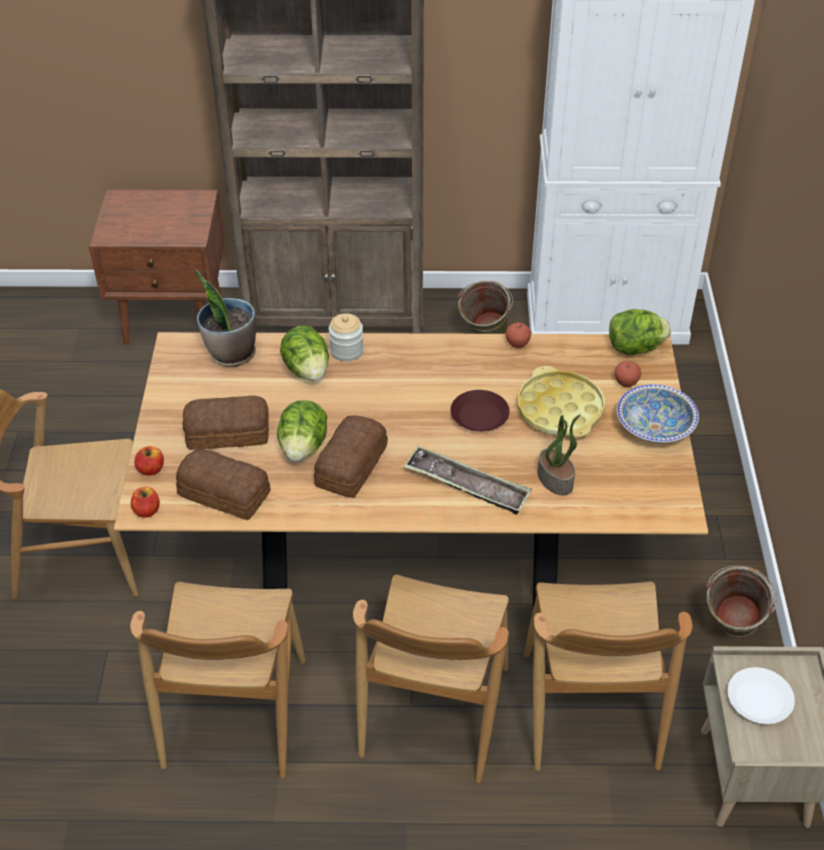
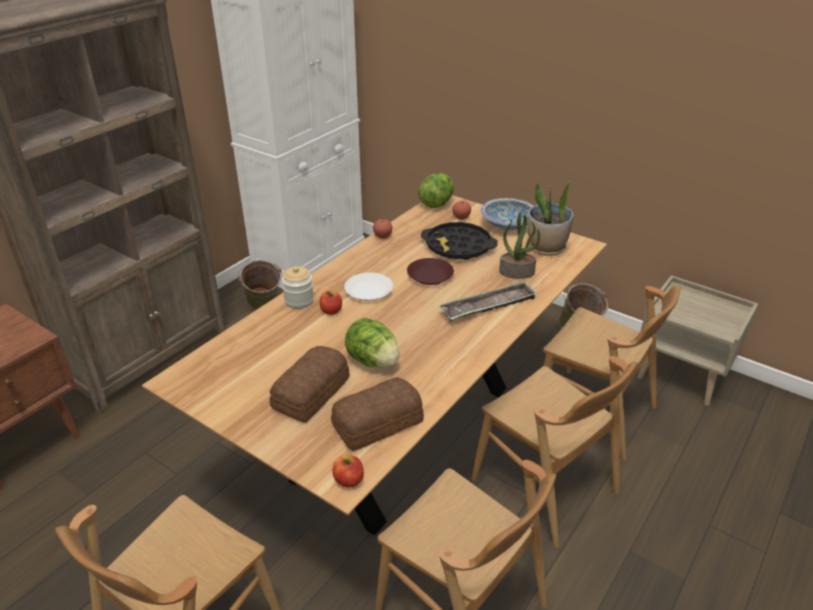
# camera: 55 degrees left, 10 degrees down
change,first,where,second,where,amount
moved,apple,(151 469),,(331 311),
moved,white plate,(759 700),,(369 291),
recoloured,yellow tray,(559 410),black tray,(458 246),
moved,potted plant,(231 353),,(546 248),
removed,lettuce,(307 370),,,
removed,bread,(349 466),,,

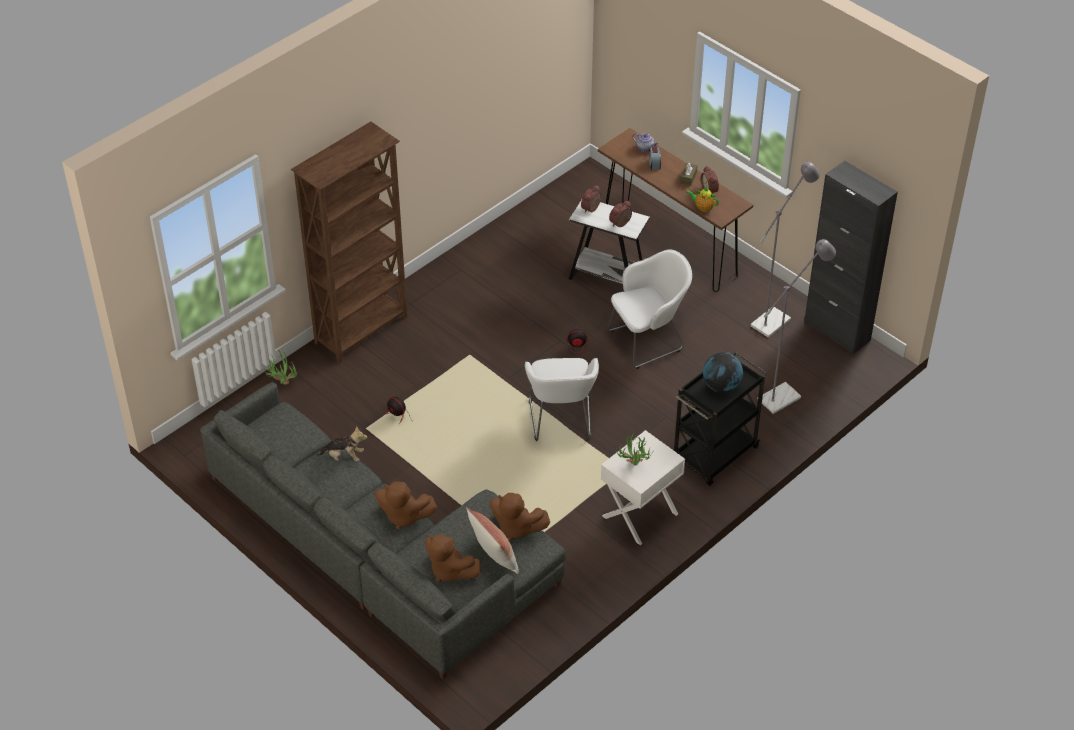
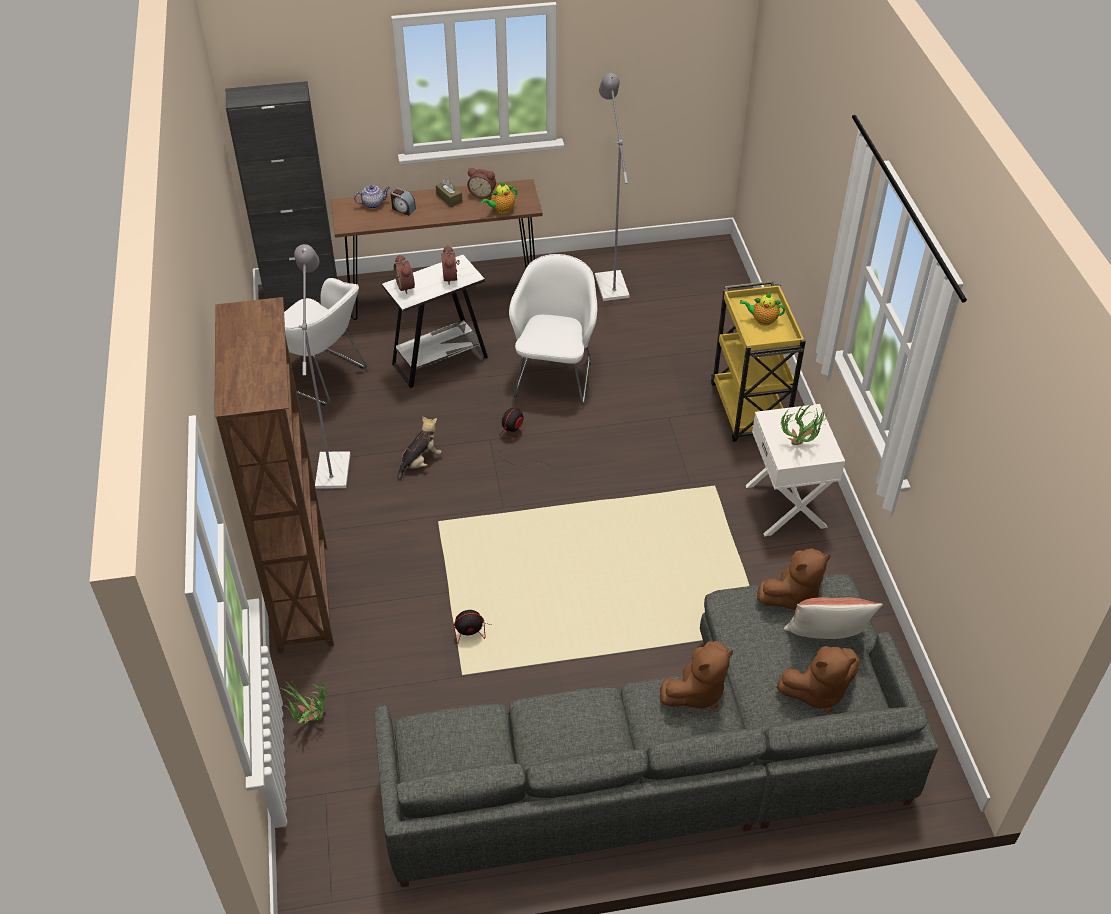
# camera: 55 degrees left, 0 degrees up
change,first,where,second,where,amount
moved,black cabinet,(837 331),,(302 293),
moved,white armchair,(561 422),,(324 377),
moved,grey floor lamp,(785 395),,(333 463),
moved,plush toy,(344 456),,(420 462),
recoloured,black cart,(714 455),yellow cart,(749 411),
replaced,globe,(721 386),teapot,(762 320),

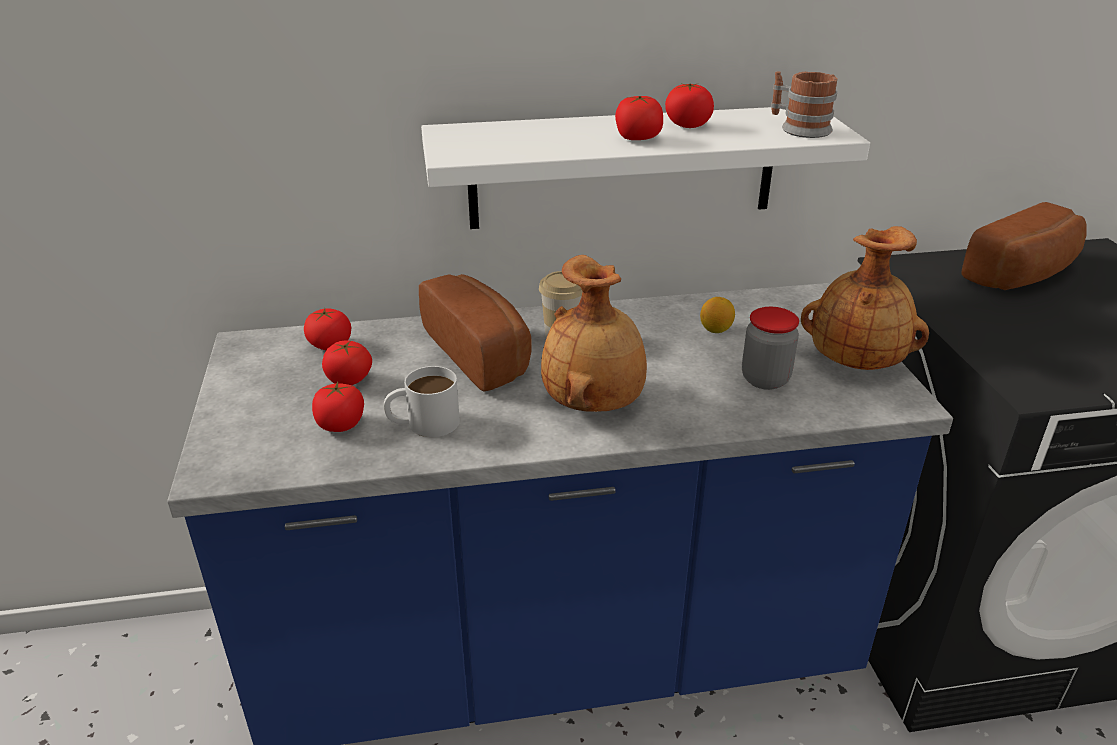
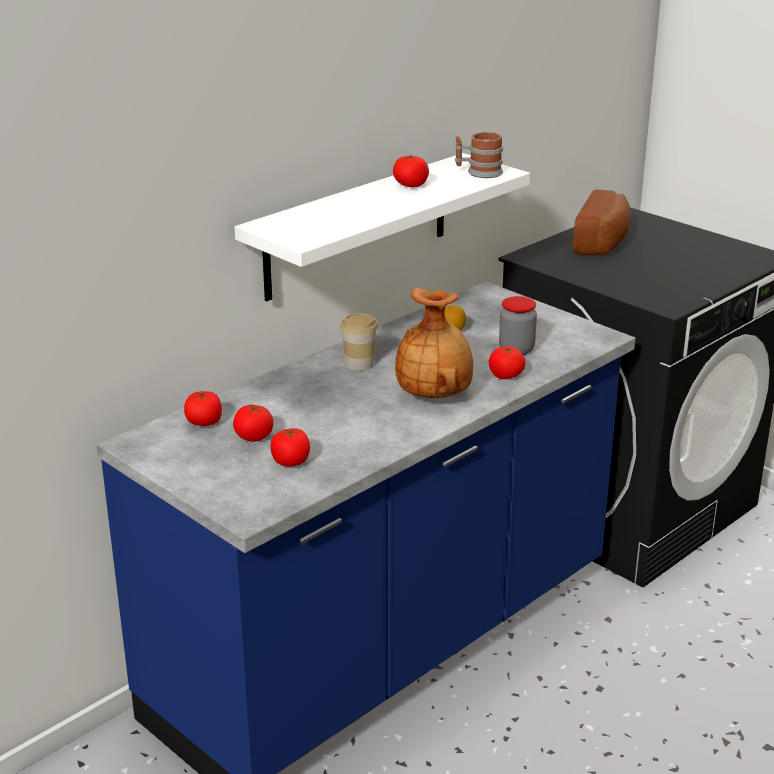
# camera: 35 degrees left, 5 degrees down
change,first,where,second,where,amount
moved,tomato,(637 138),,(505 376),
removed,white mug,(423 423),,,
removed,bread,(482 352),,,
removed,brown vase,(855 362),,,

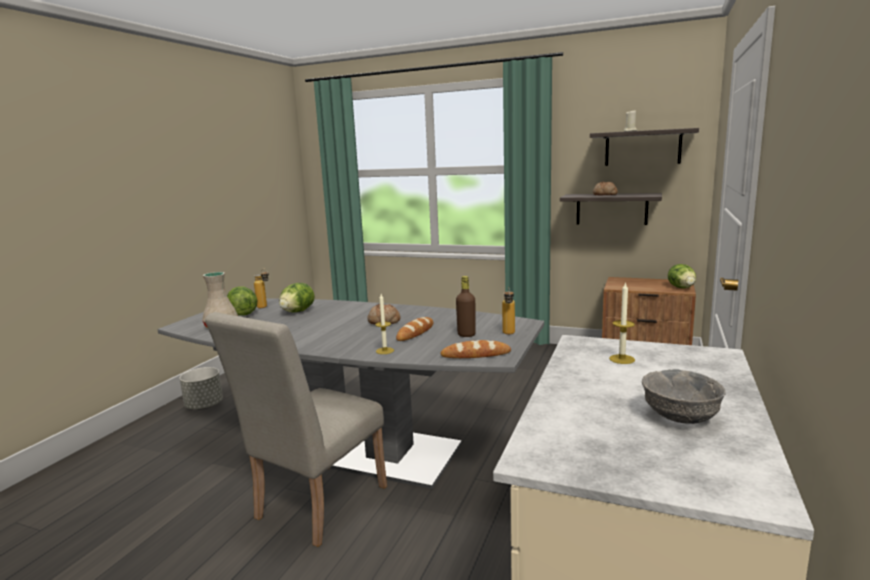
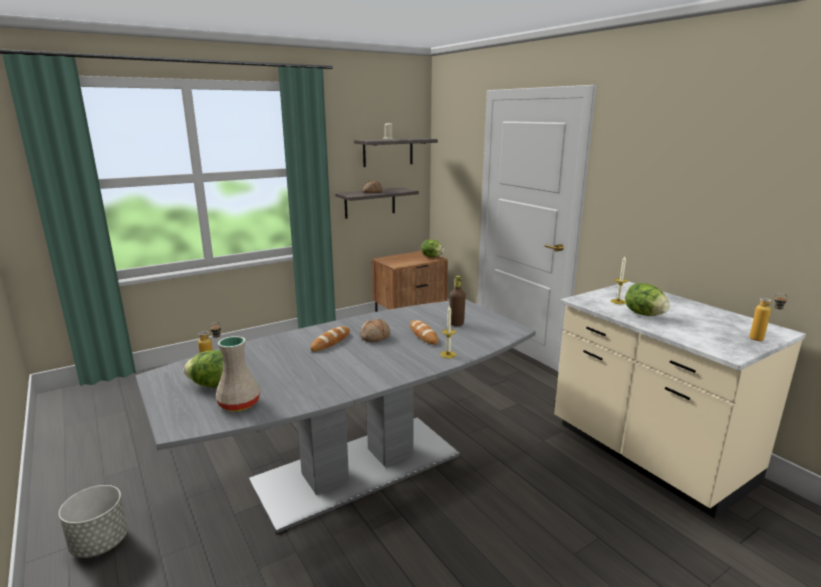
# camera: 55 degrees left, 5 degrees up
change,first,where,second,where,amount
moved,bread,(475 354),,(331 341),
moved,lettuce,(297 311),,(644 314),
moved,bottle,(509 334),,(762 340),
removed,beige chair,(314 507),,,
removed,grey bowl,(679 416),,,

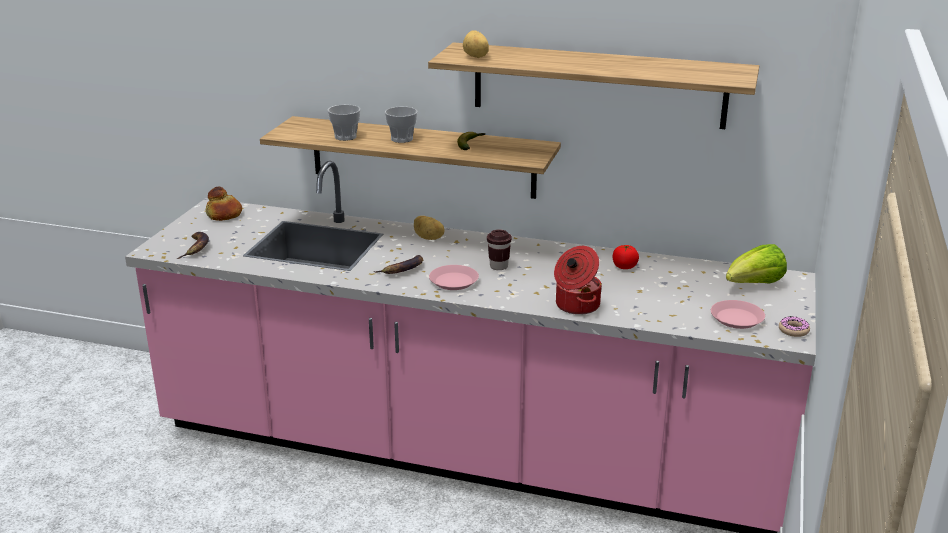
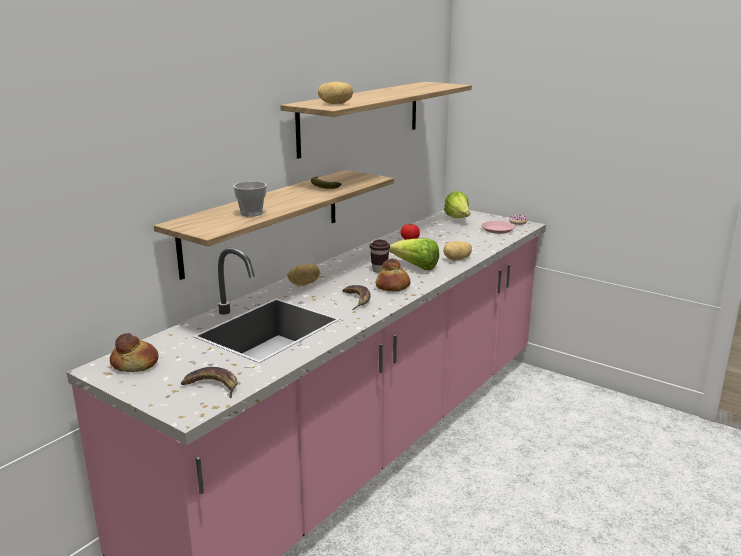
# camera: 70 degrees left, 5 degrees down
change,first,where,second,where,amount
replaced,pink plate,(454 281),bread,(393 286),
added,,,lettuce,(416 267),
replaced,cooking pot,(576 305),potato,(457 259),
removed,cup,(401 139),,,

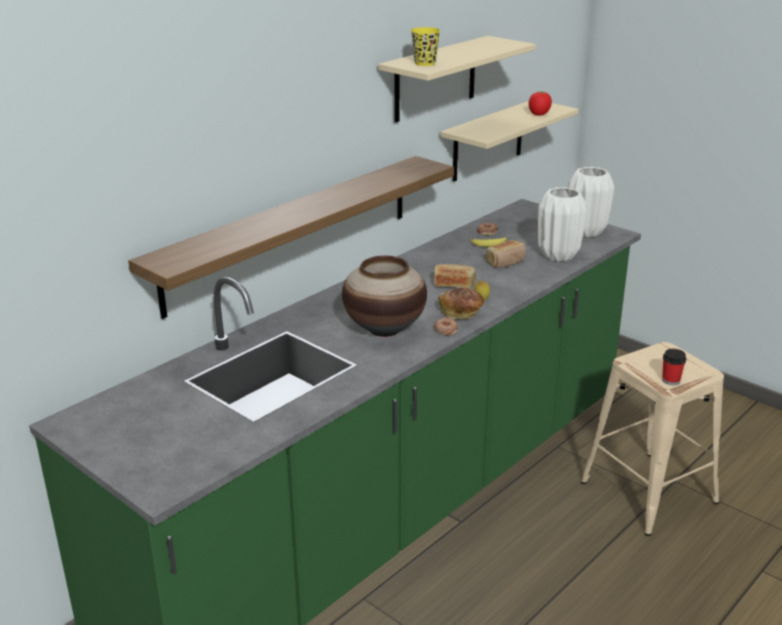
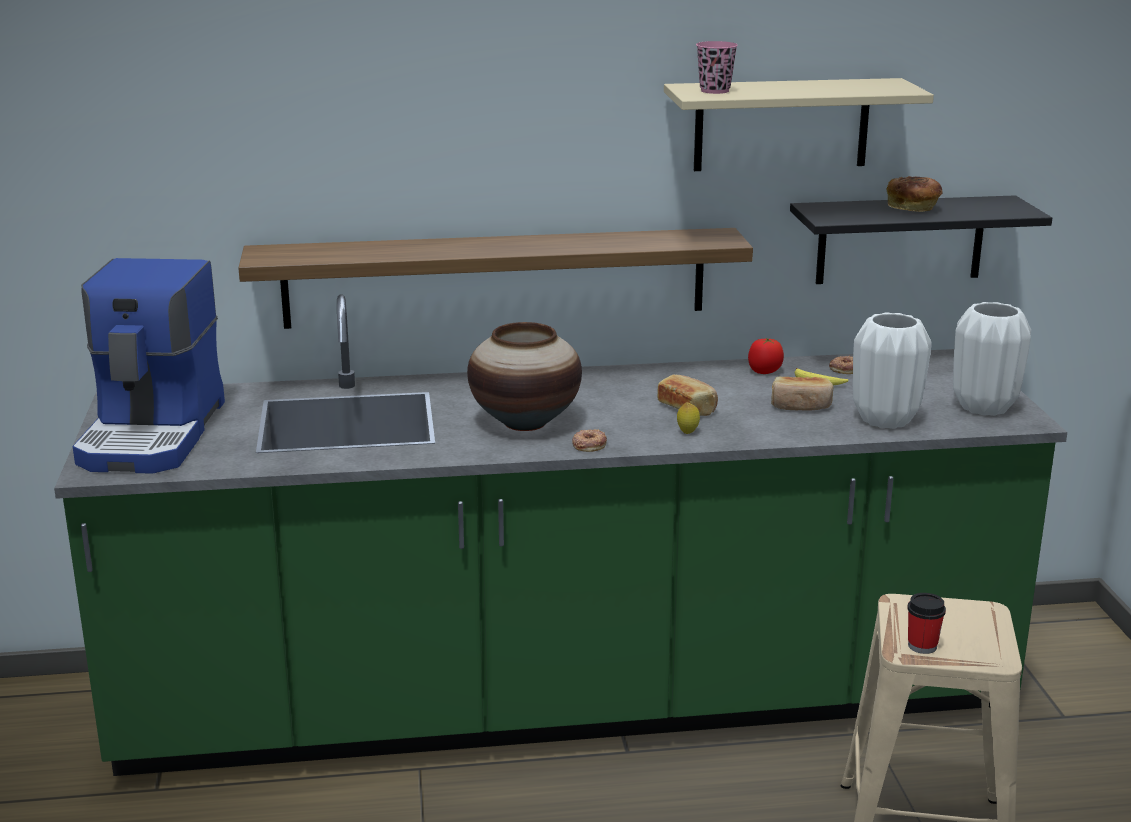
# camera: 40 degrees right, 5 degrees down
change,first,where,second,where,amount
added,,,coffee machine,(155 434),
recoloured,yellow cup,(425 63),pink cup,(715 91),
moved,tomato,(539 114),,(764 371),
recoloured,beige shelf,(488 141),black shelf,(900 240),
moved,bread,(461 313),,(913 208),

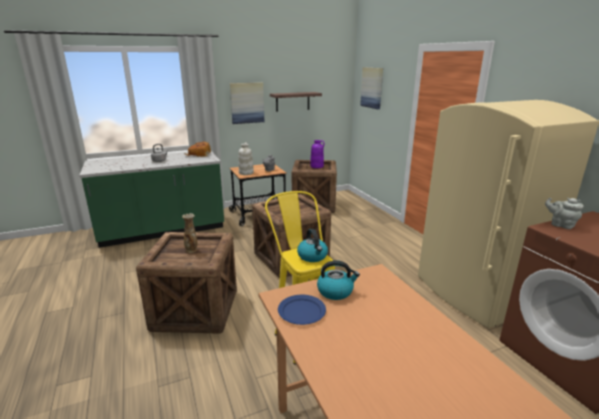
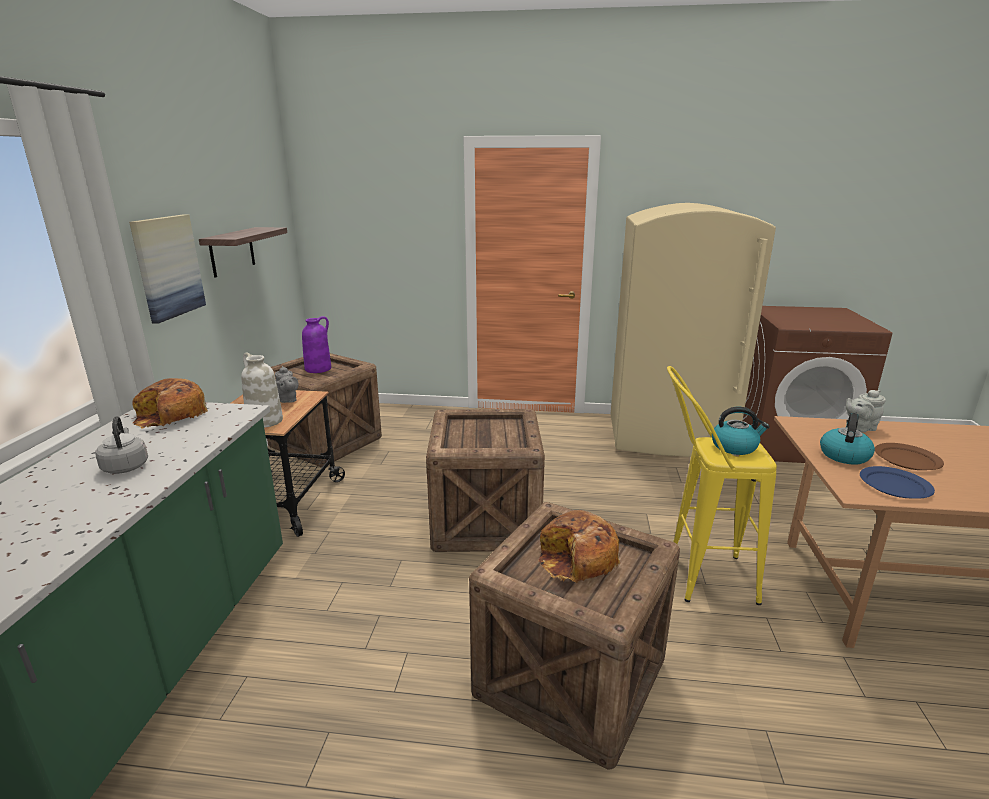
# camera: 60 degrees left, 0 degrees up
change,first,where,second,where,amount
replaced,vase,(191 250),bread,(577 559),
moved,grey teapot,(560 225),,(859 428),
added,,,brown plate,(907 459),
removed,picture,(372 87),,,

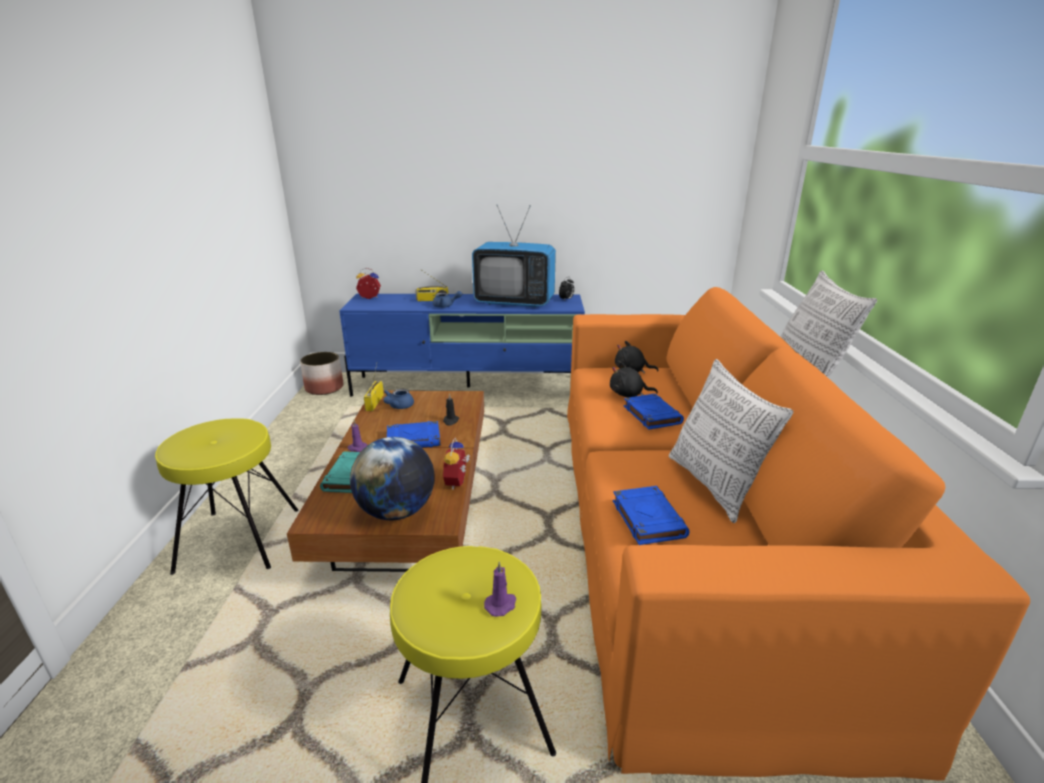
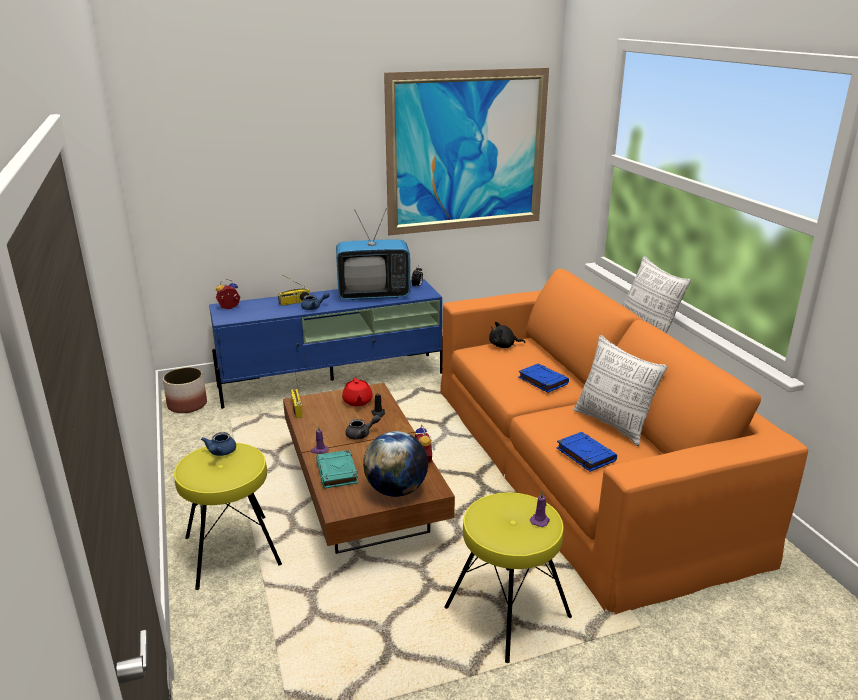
# camera: 20 degrees left, 0 degrees up
change,first,where,second,where,amount
moved,blue teapot,(398 407),,(220 453),
added,,,red teapot,(357 402),
replaced,blue book,(414 440),grey teapot,(361 434),
added,,,picture,(467 152),
removed,black plush toy,(628 394),,,

